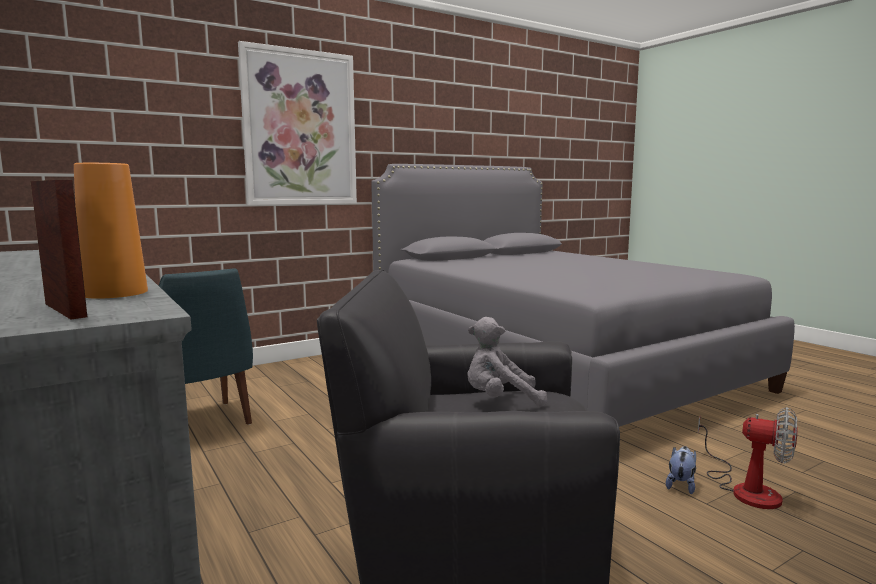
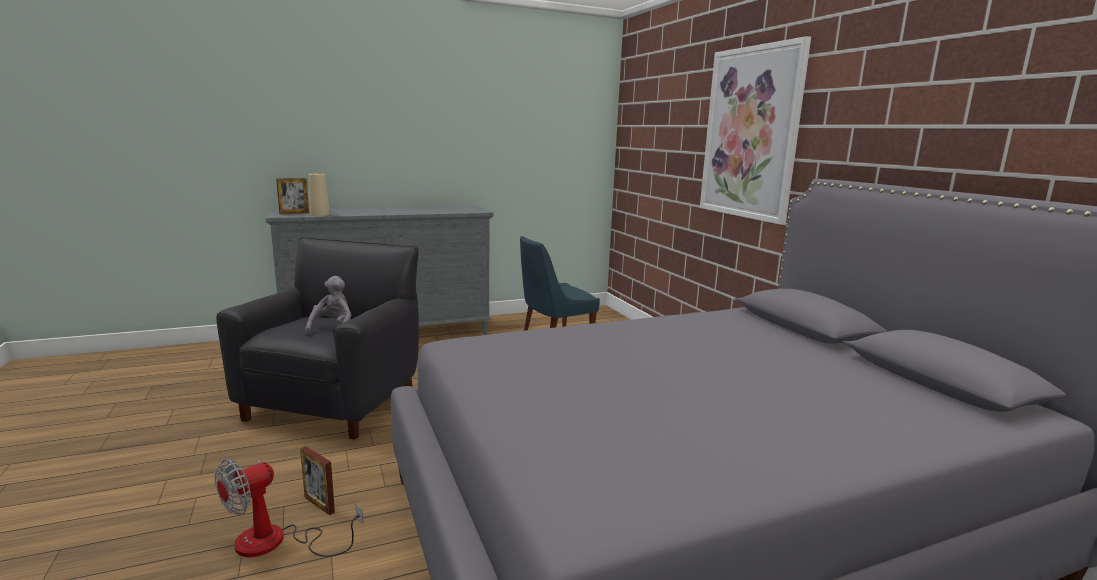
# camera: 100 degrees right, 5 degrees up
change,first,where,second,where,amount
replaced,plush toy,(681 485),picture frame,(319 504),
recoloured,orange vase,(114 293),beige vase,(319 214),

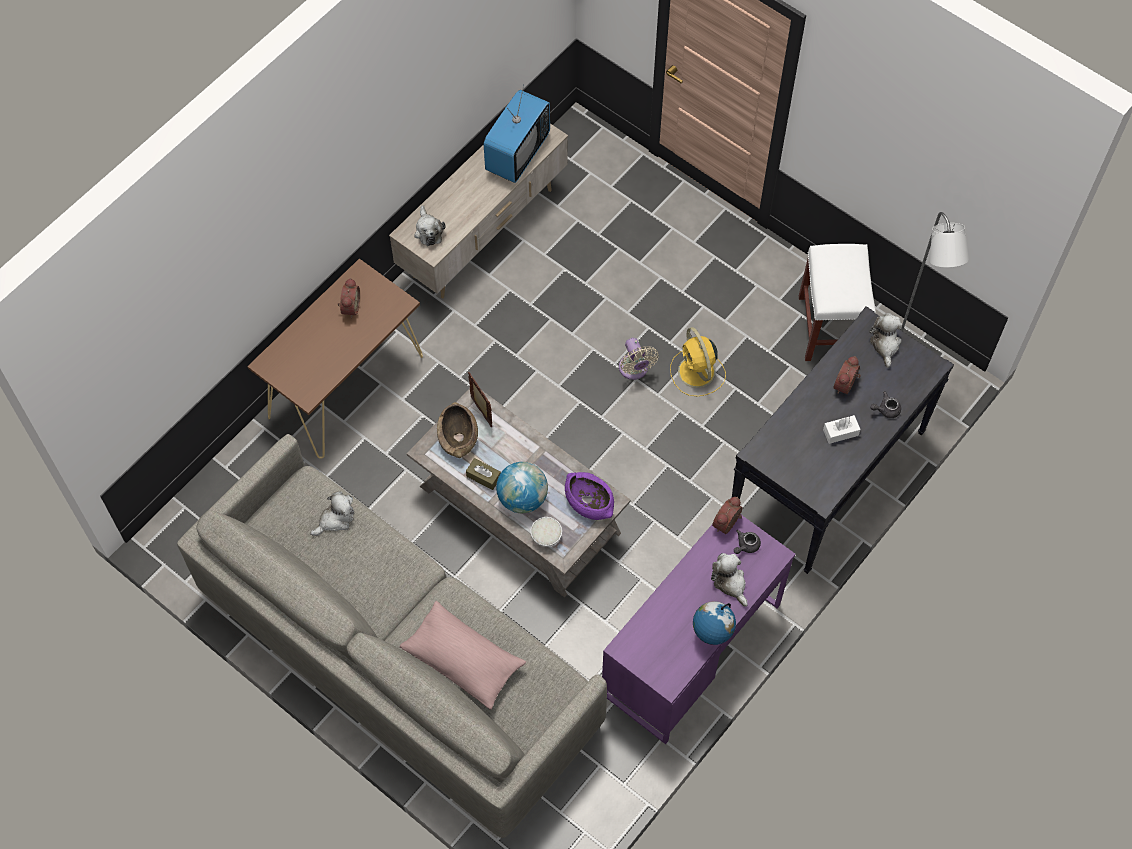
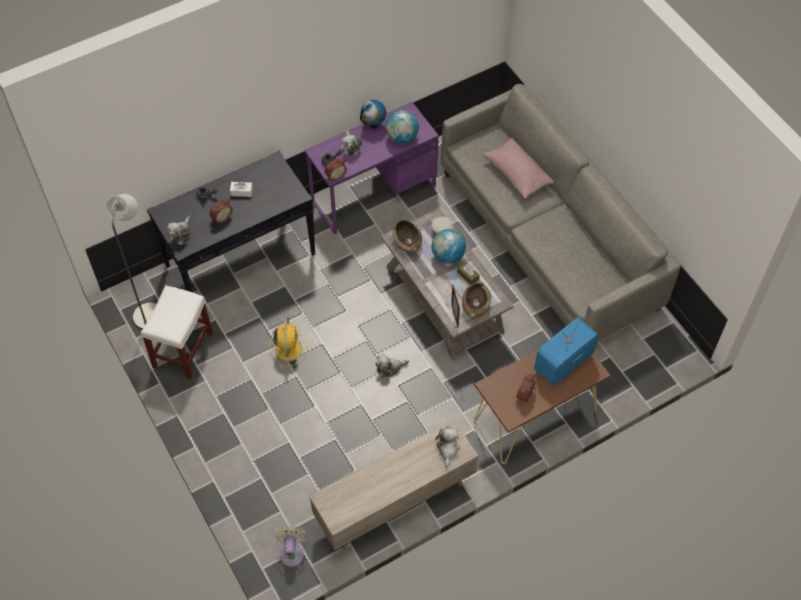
# camera: 160 degrees left, 5 degrees down
change,first,where,second,where,amount
moved,beige fan,(634 370),,(292 552),
moved,plush toy,(335 519),,(390 368),
added,,,globe,(402 137),
recoloured,purple bowl,(588 502),brown bowl,(407 241),
moved,television,(517 153),,(563 363),

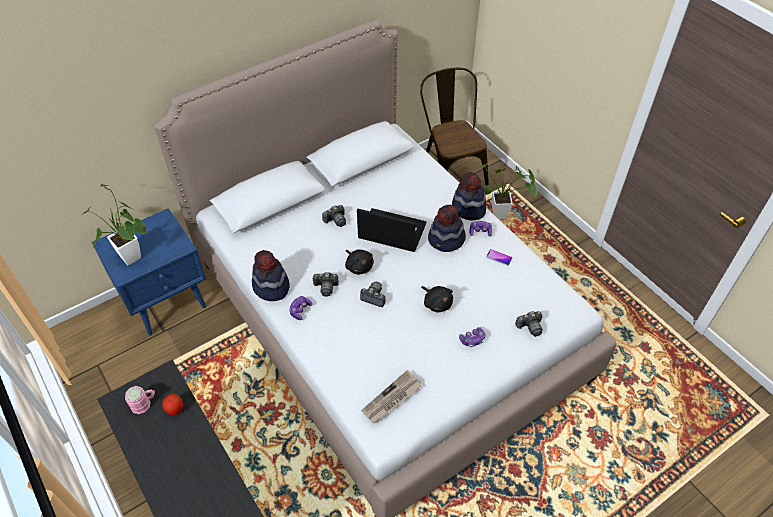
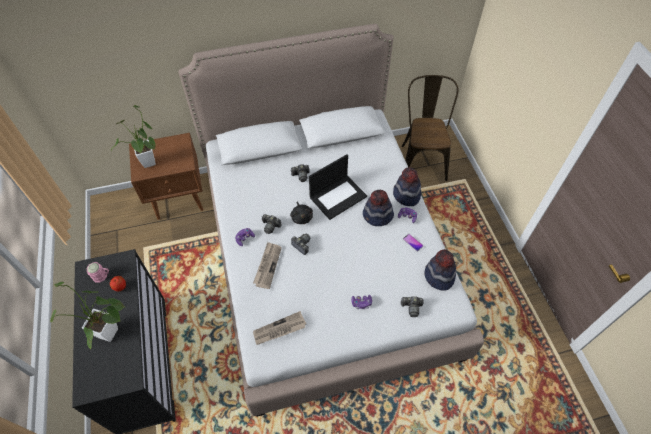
# camera: 20 degrees right, 5 degrees up
change,first,where,second,where,amount
moved,potted plant,(503 215),,(112 335),
recoloured,blue nightstand,(168 301),brown nightstand,(179 198),
added,,,newspaper,(267 265),
turned,laptop,(391 231),,(338 196),105 degrees clockwise
moved,hat,(271 287),,(438 276),
removed,black plush toy,(437 303),,,

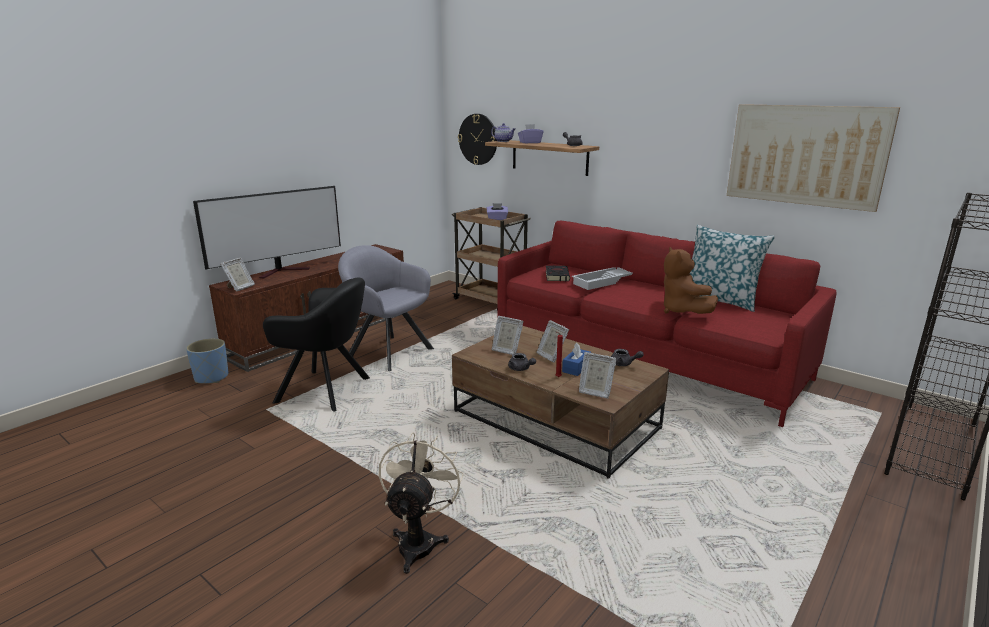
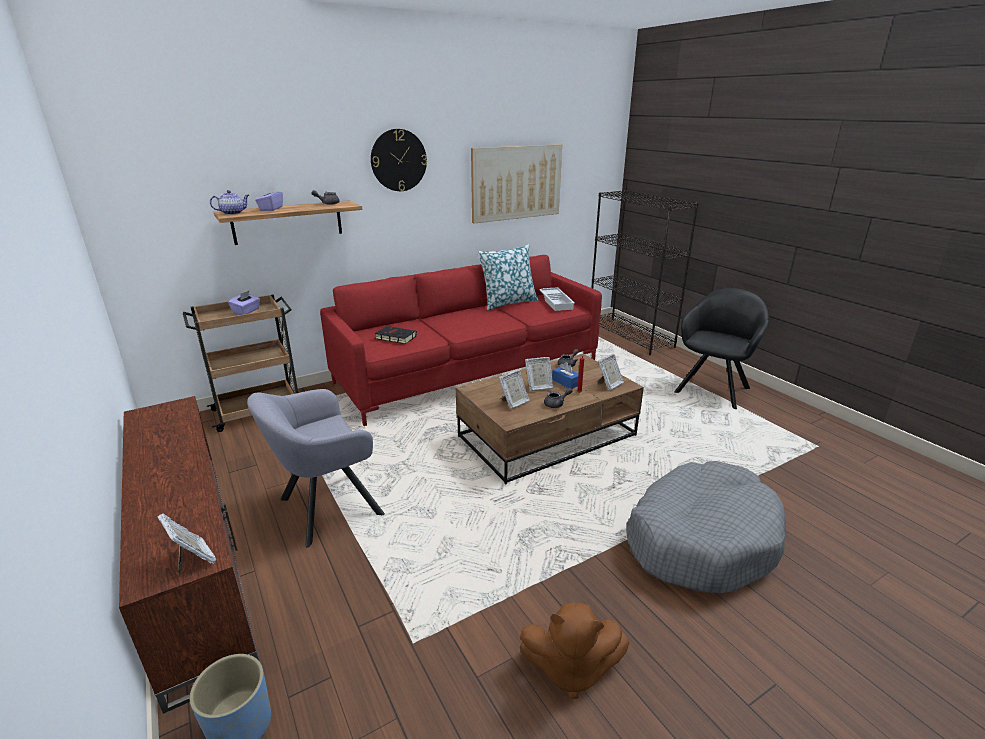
# camera: 70 degrees left, 5 degrees up
change,first,where,second,where,amount
moved,wall clock,(478 139),,(398 160),
moved,brown plush toy,(682 311),,(570 669),
moved,white tray,(602 282),,(556 302),
replaced,beige fan,(419 541),grey dog bed,(700 539),
moved,black armchair,(328 391),,(713 388),
removed,television,(283 271),,,

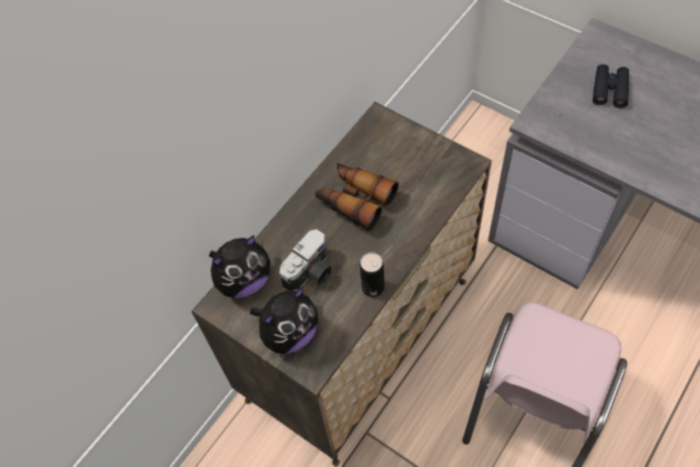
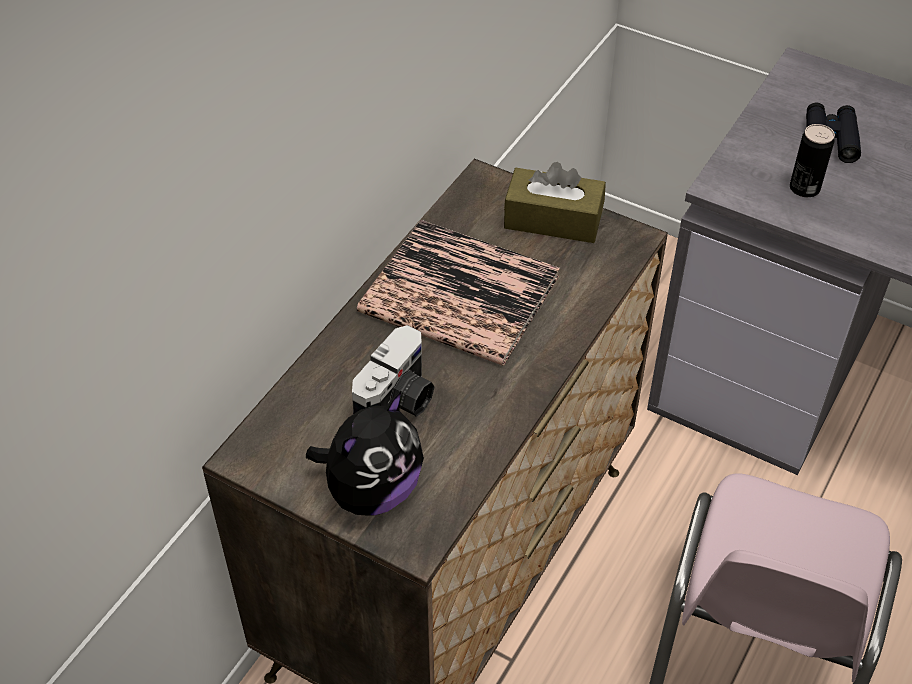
# camera: 10 degrees left, 10 degrees down
change,first,where,second,where,amount
replaced,binoculars,(355 200),book,(459 294),
added,,,brown tissue box,(553 220),
moved,can,(373 287),,(804 188),
removed,plush toy,(244 281),,,

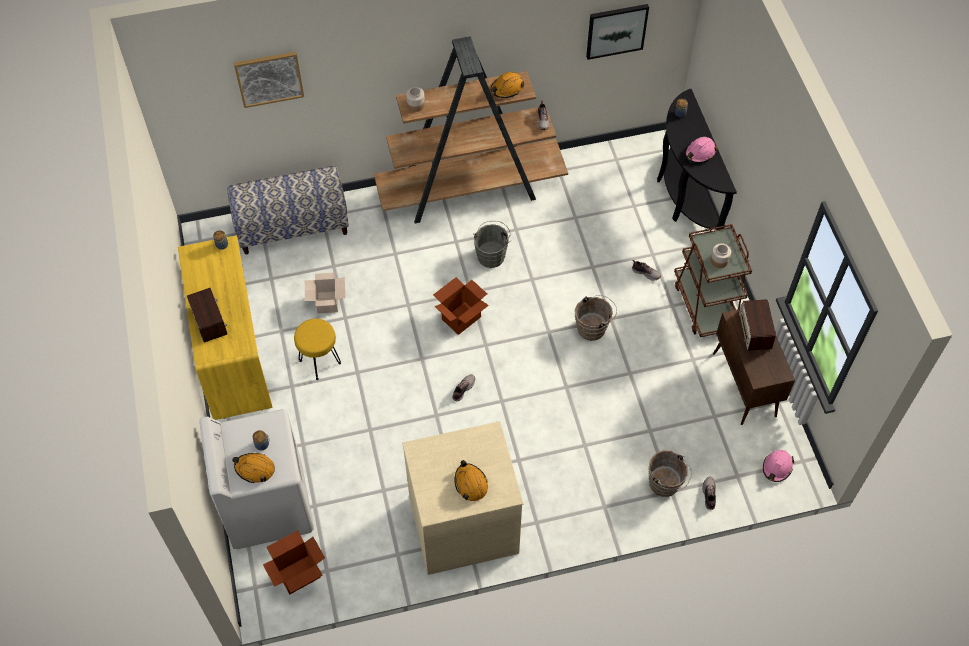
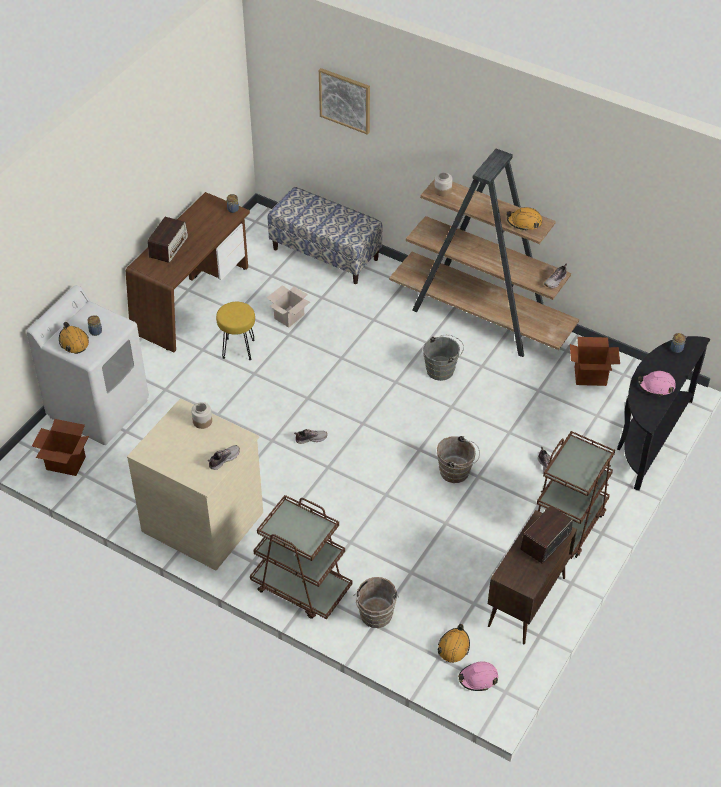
# camera: 45 degrees right, 10 degrees down
change,first,where,second,where,amount
recoloured,yellow desk,(232 350),brown desk,(193 300),
moved,jar,(719 260),,(202 421),
moved,shoe,(708 495),,(223 459),
added,,,brown cart,(301 587),
moved,orange hard hat,(470 484),,(453 647),
moved,cardboard box,(461 318),,(590 376),
removed,picture,(616 30),,,

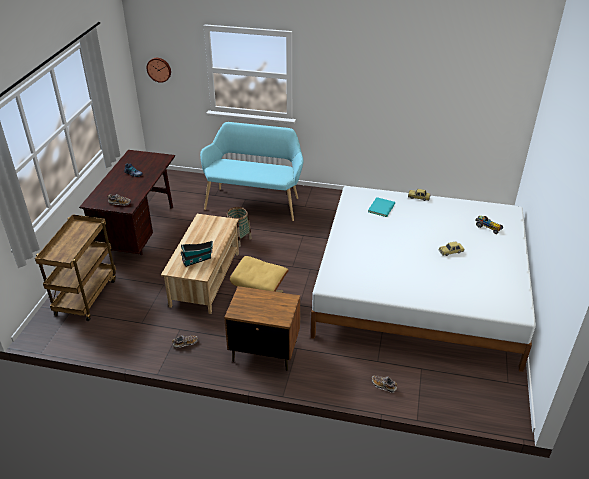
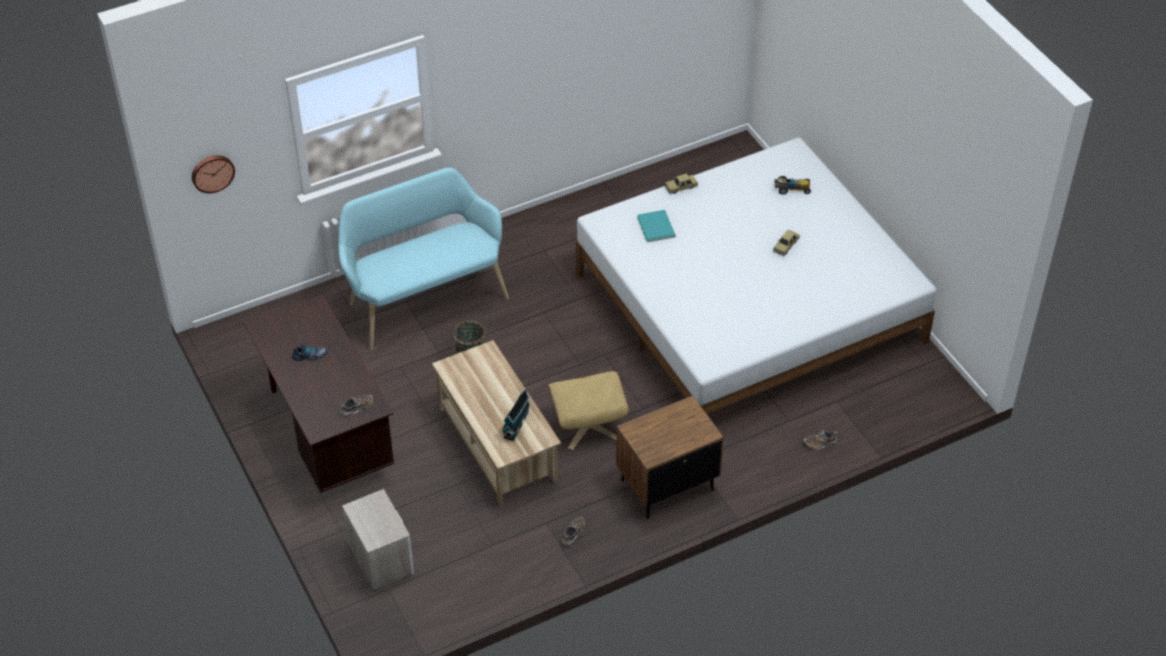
# camera: 40 degrees left, 10 degrees up
change,first,where,second,where,amount
replaced,brown cart,(86 296),nightstand,(380 559),

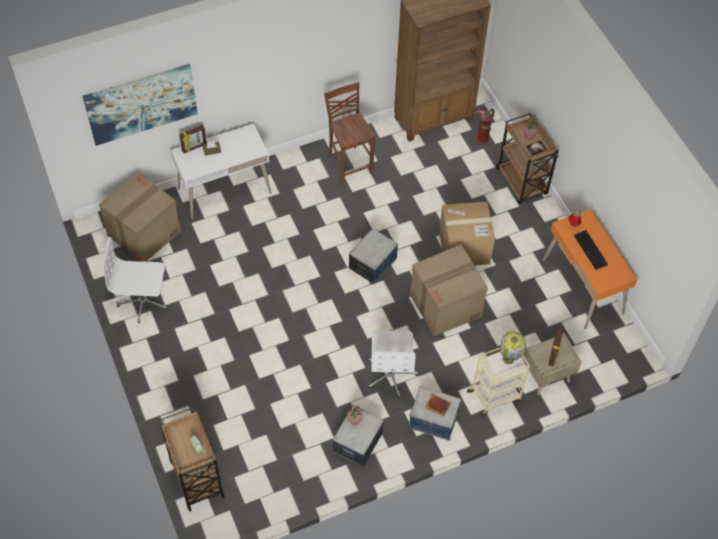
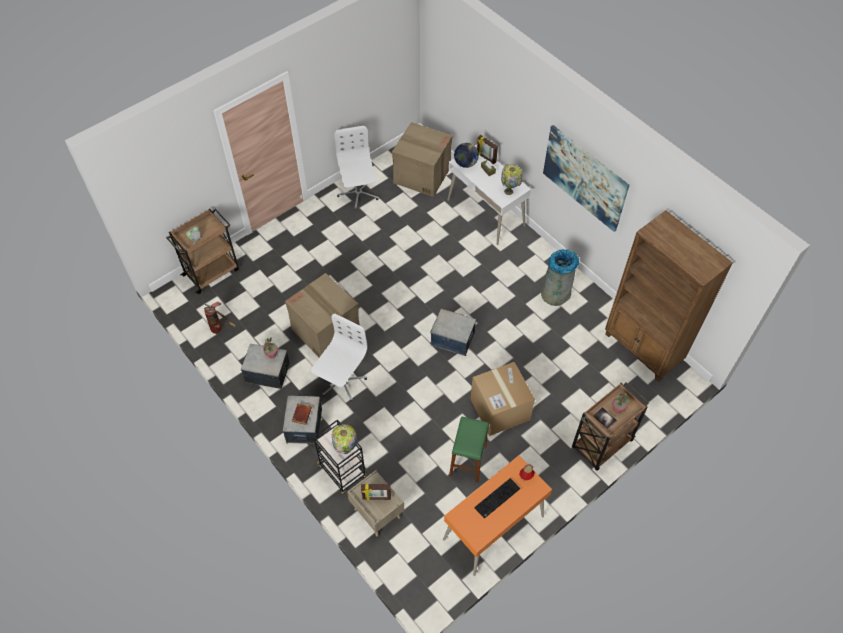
# camera: 75 degrees right, 0 degrees up
change,first,where,second,where,amount
moved,fire extinguisher,(483 134),,(221 328),
moved,cardboard box,(446 305),,(326 330),
turned,white office chair,(391 374),,(341 381),135 degrees clockwise
recoloured,beige cart,(495 396),black cart,(342 472),
added,,,green stool,(468 460),
added,,,globe,(465 163),
added,,,table lamp,(509 191),
replaced,brown chair,(349 164),grey trash can,(556 293),
moved,picture,(141 104),,(584 178),

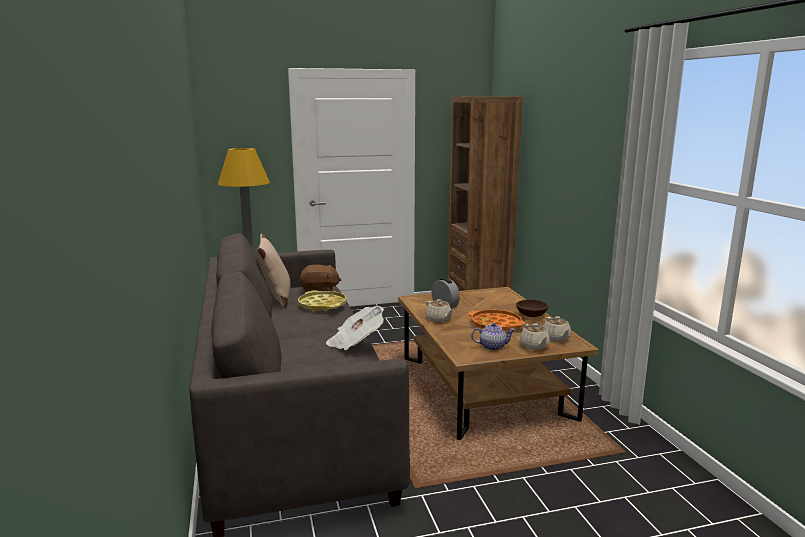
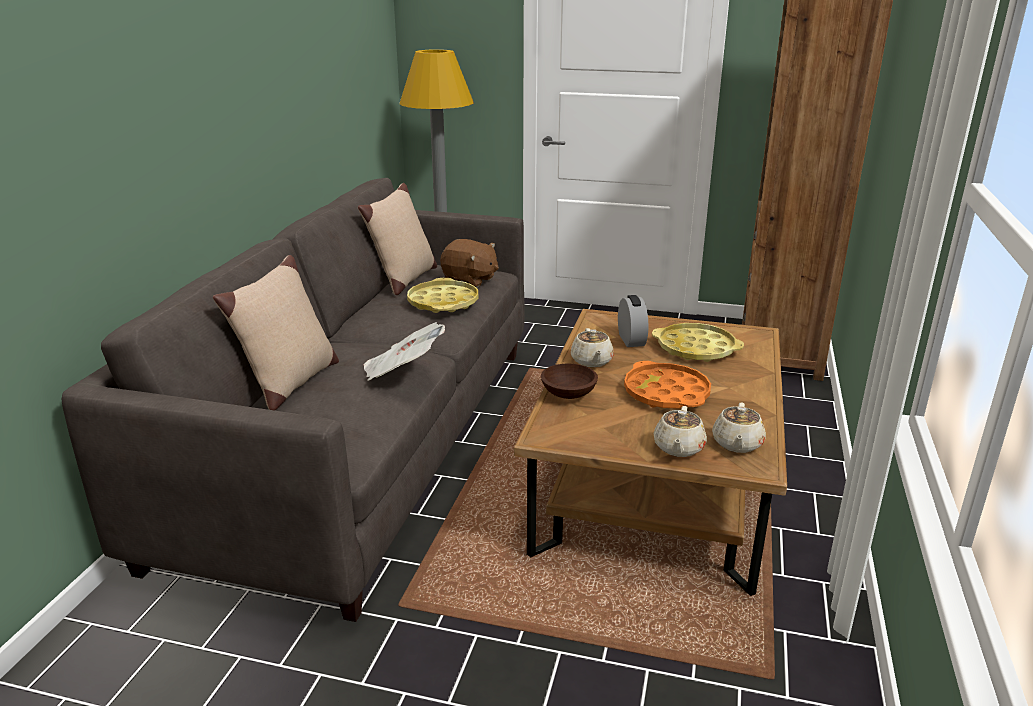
# camera: 30 degrees right, 10 degrees up
change,first,where,second,where,amount
added,,,beige pillow,(289 384),
moved,brown bowl,(532 315),,(569 394),
added,,,yellow tray,(696 349),
removed,teapot,(492 346),,,

